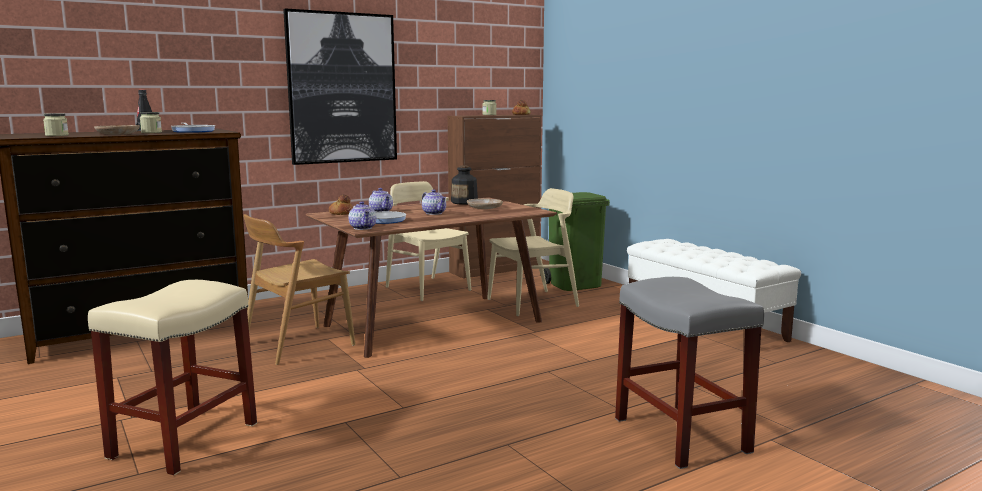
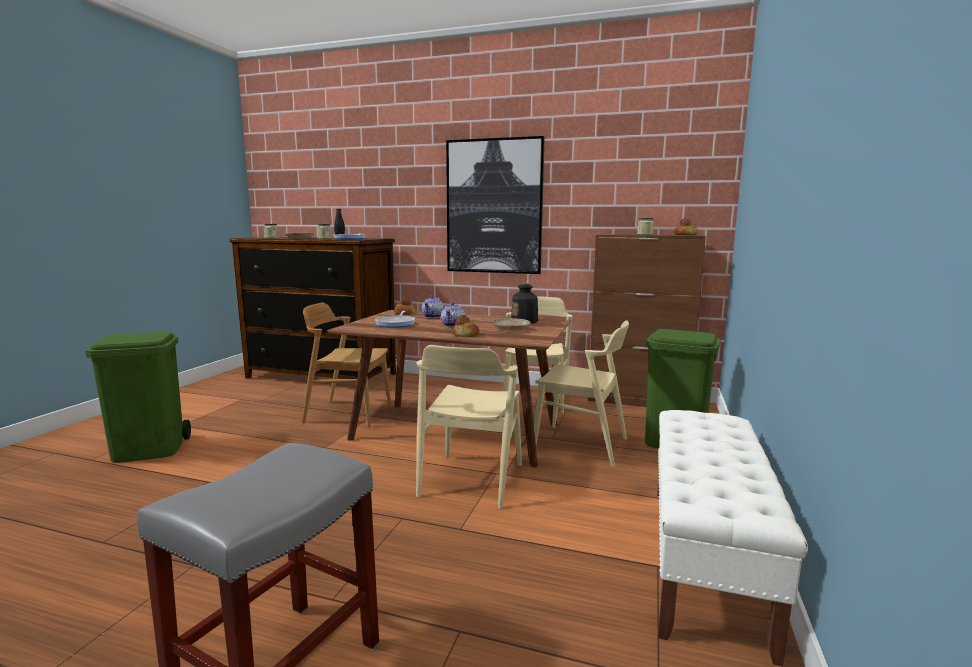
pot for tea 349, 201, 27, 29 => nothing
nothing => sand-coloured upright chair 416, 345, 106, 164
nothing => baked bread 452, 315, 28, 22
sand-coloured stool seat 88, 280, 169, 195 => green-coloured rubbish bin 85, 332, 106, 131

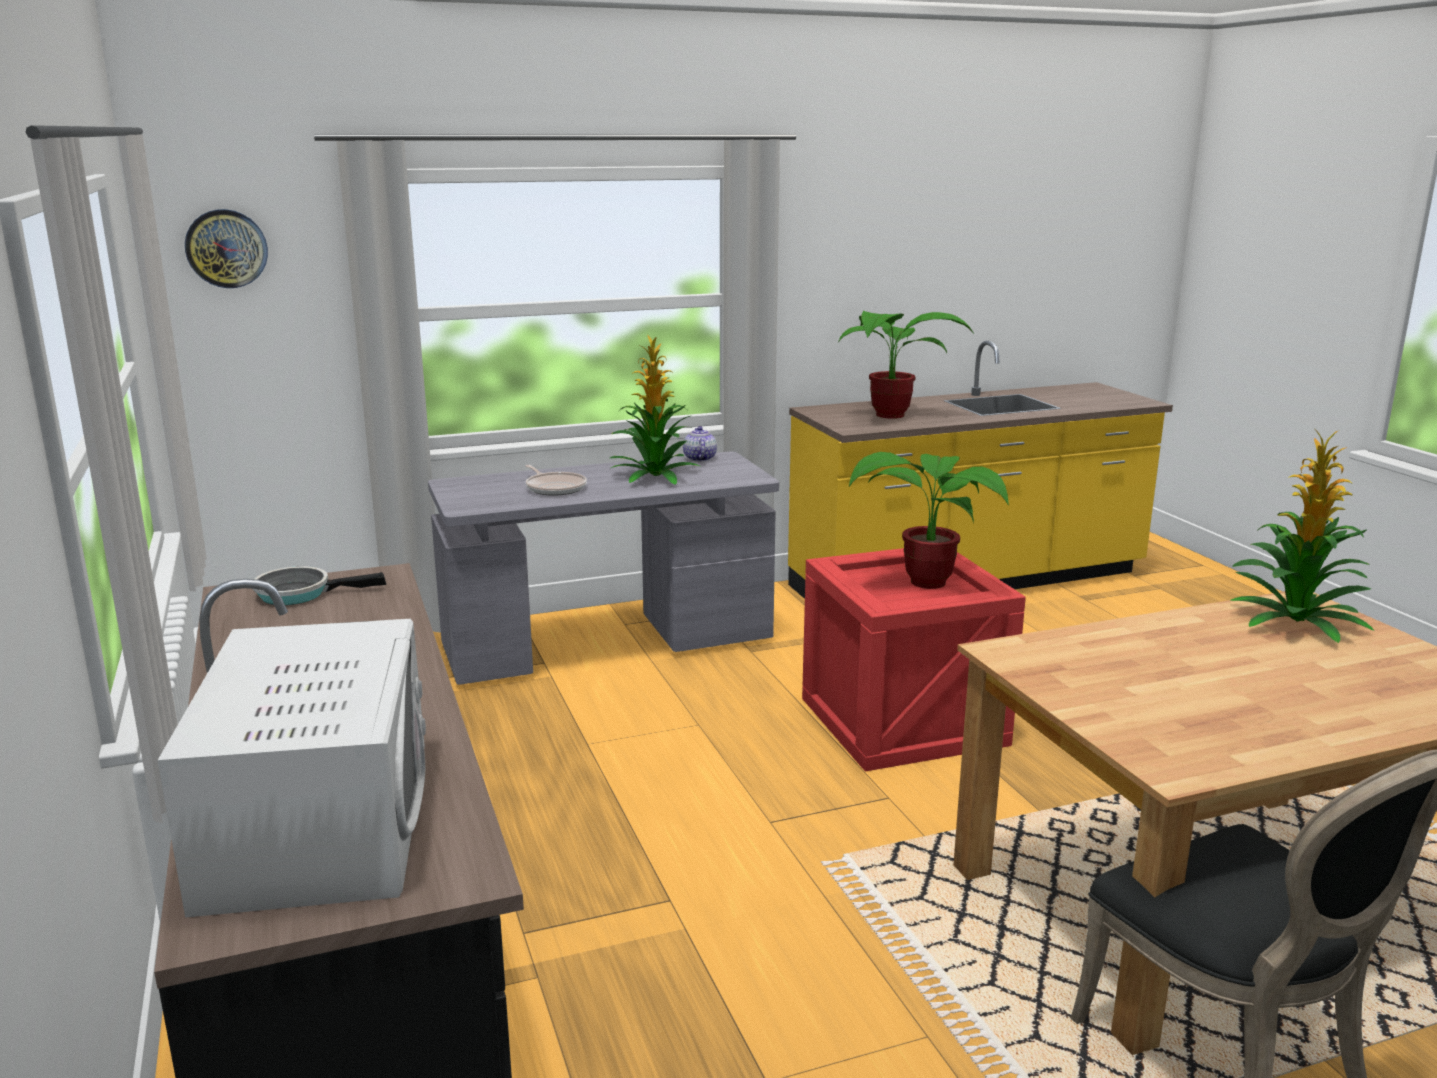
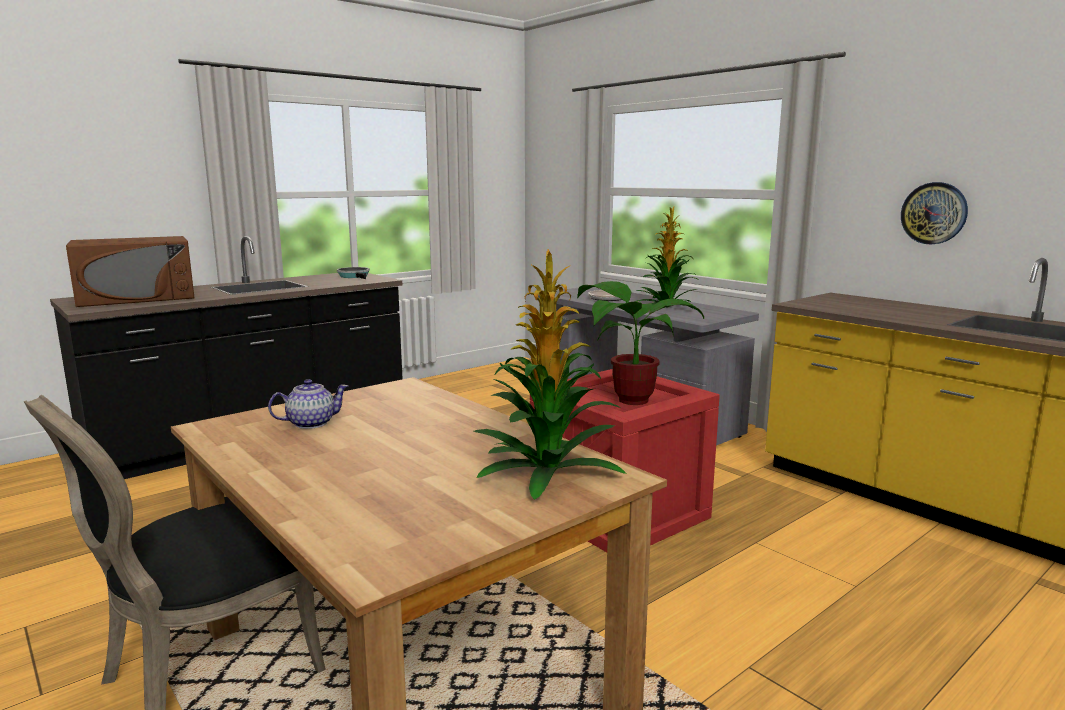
potted plant 838, 311, 136, 108 => nothing
hanging clock 185, 209, 83, 79 => hanging clock 901, 182, 67, 63, moved
pot for tea 683, 426, 34, 36 => pot for tea 268, 379, 80, 50, moved
white microwave oven 158, 619, 268, 299 => brownish microwave oven 66, 236, 128, 71

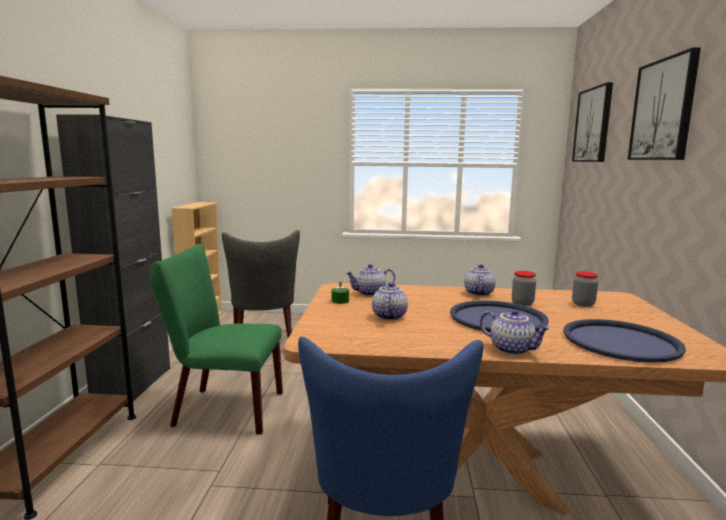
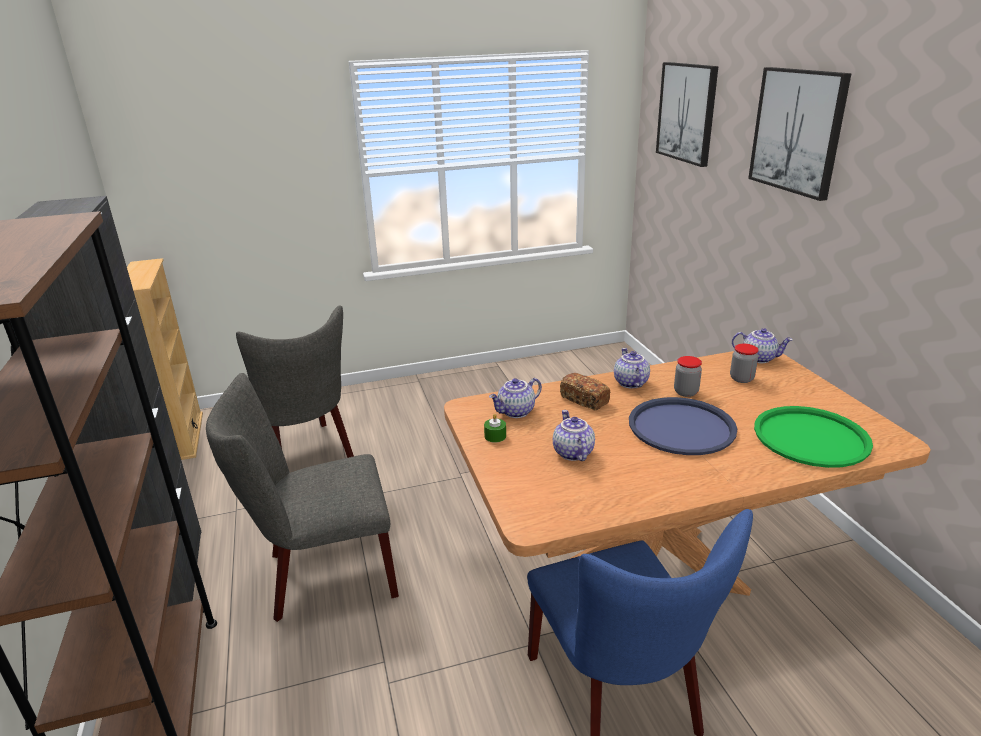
nothing => baked bread 560, 373, 50, 37
pot for tea 480, 309, 71, 46 => pot for tea 732, 328, 61, 35, moved
green-coloured upright chair 150, 244, 133, 191 => gray upright chair 206, 373, 193, 249
bluish carrying tray 563, 319, 123, 44 => green-coloured carrying tray 754, 406, 119, 62

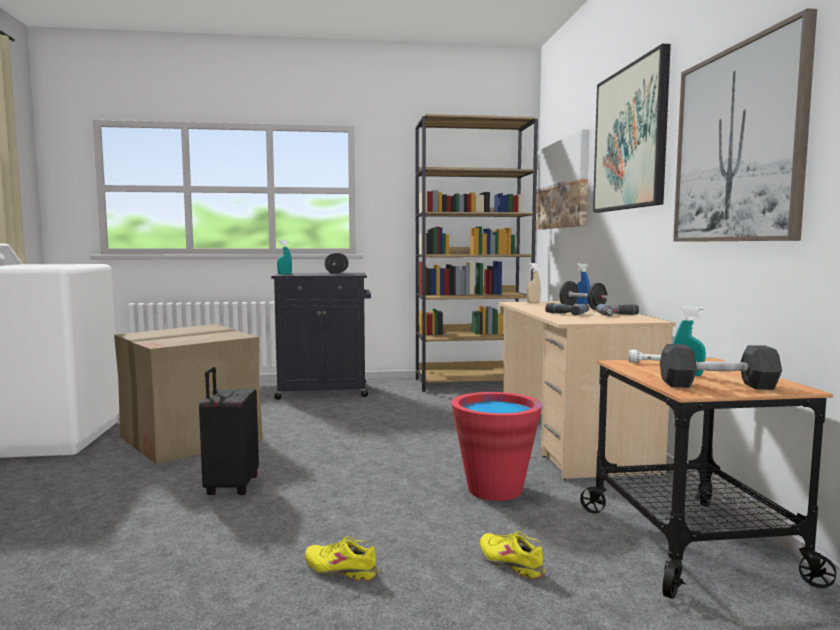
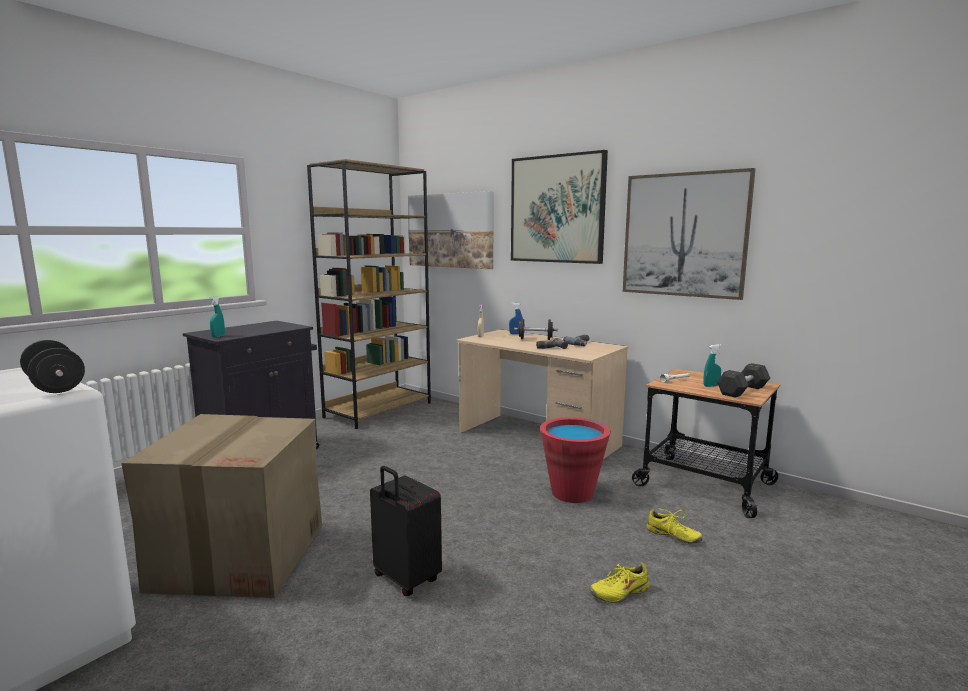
black-coloured dumbbell 325, 253, 24, 21 => black-coloured dumbbell 20, 340, 65, 53, moved
yellowish shoe 480, 532, 65, 47 => yellowish shoe 646, 508, 57, 36, 150 degrees counterclockwise

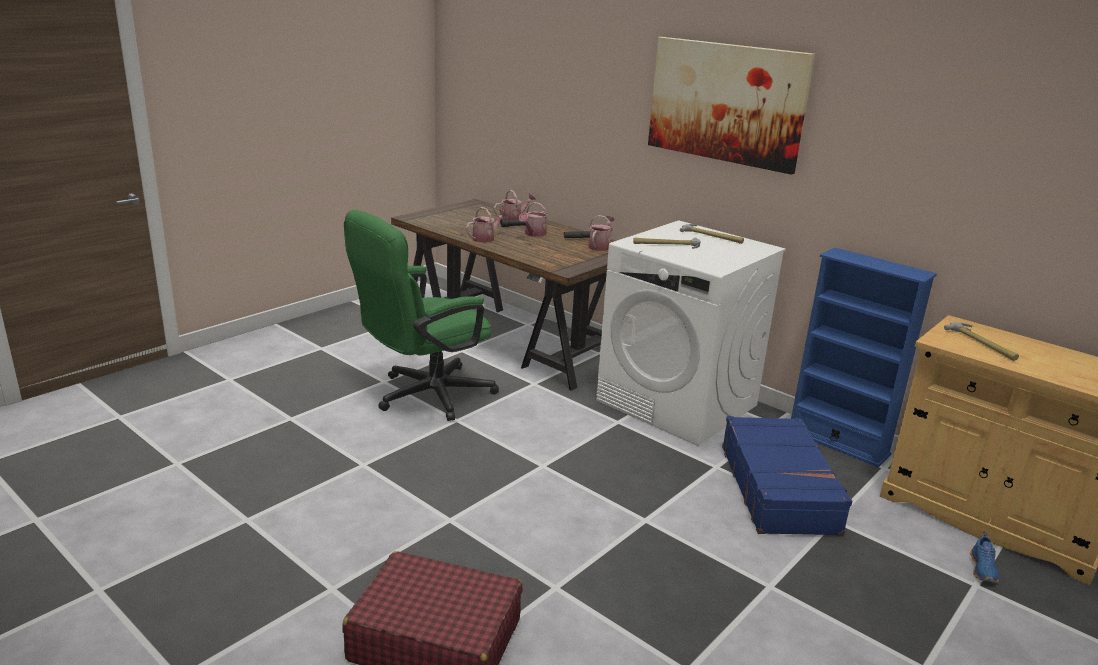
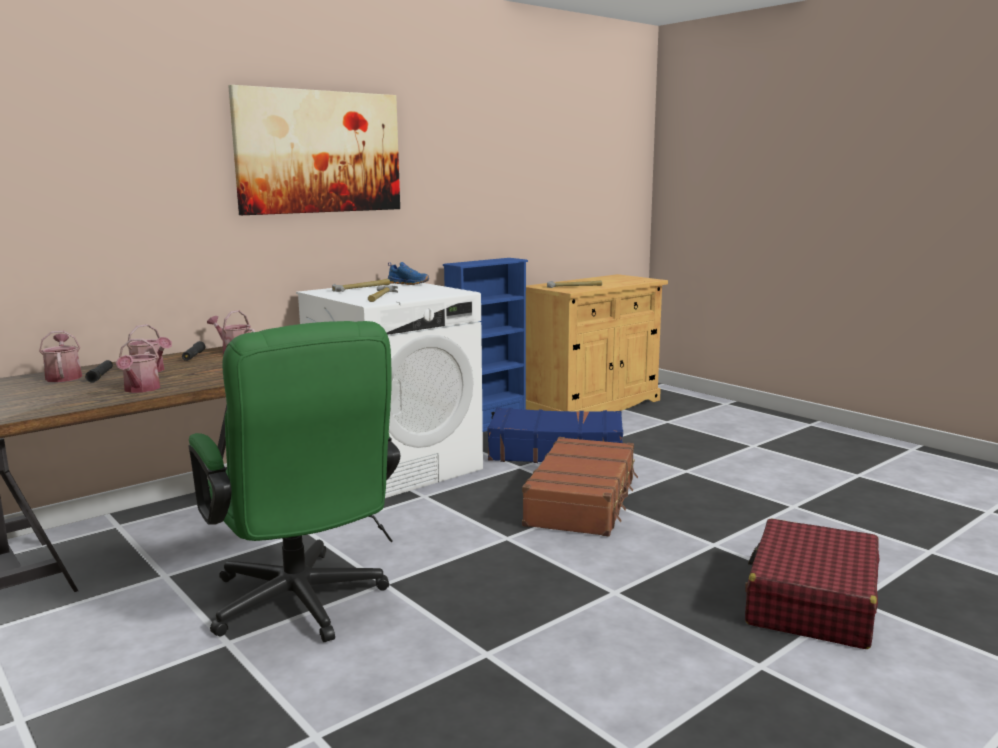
nothing => brownish suitcase 522, 437, 116, 100
bluish shoe 970, 532, 29, 51 => bluish shoe 387, 262, 42, 23, moved
watering pot 466, 207, 41, 36 => watering pot 116, 339, 44, 54, 150 degrees counterclockwise

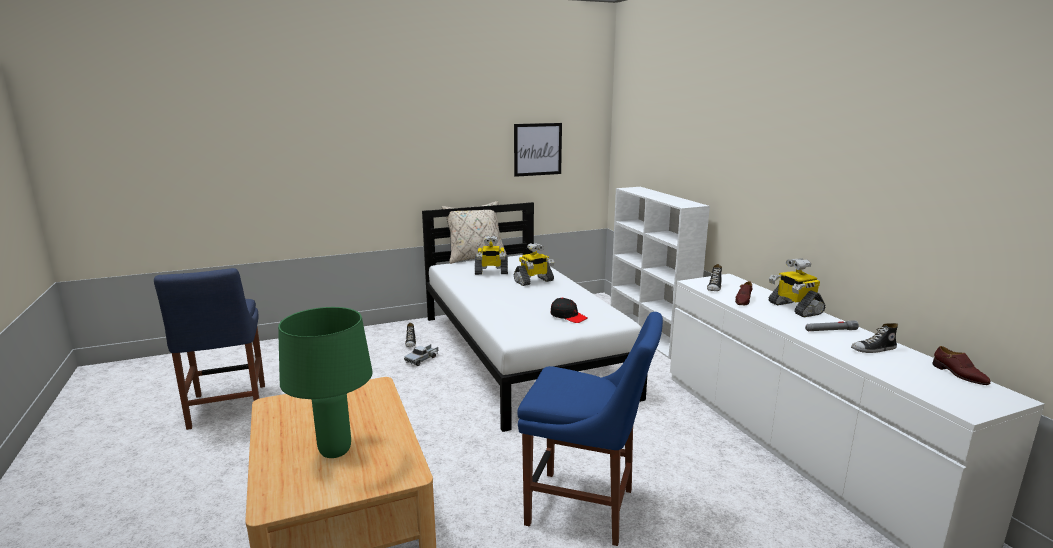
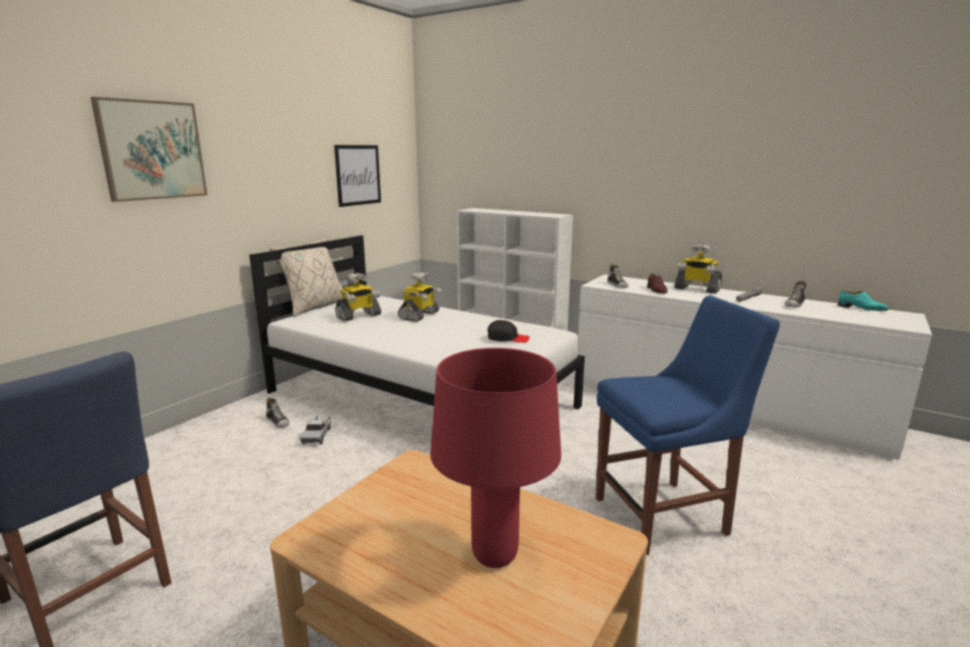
nothing => picture 90, 97, 117, 105
green-coloured lamp for a table 278, 307, 95, 151 => reddish lamp for a table 430, 348, 131, 220
brownish shoe 932, 346, 59, 39 => turquoise shoe 838, 290, 51, 21

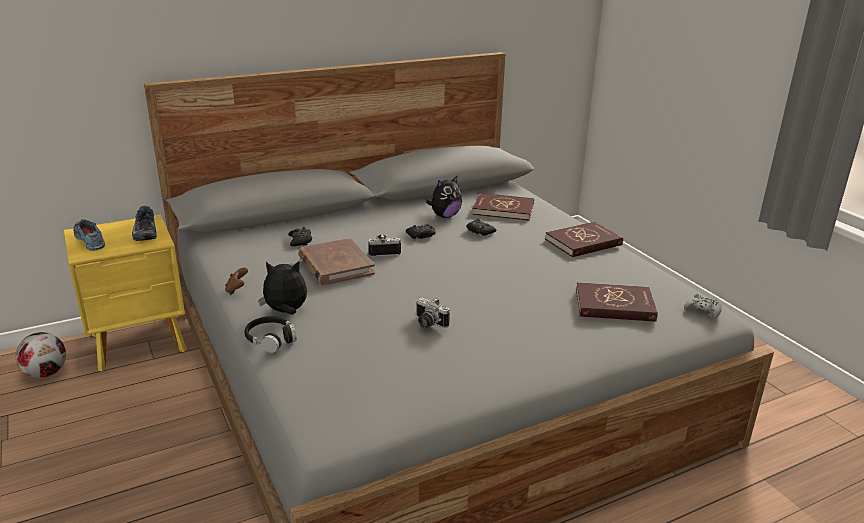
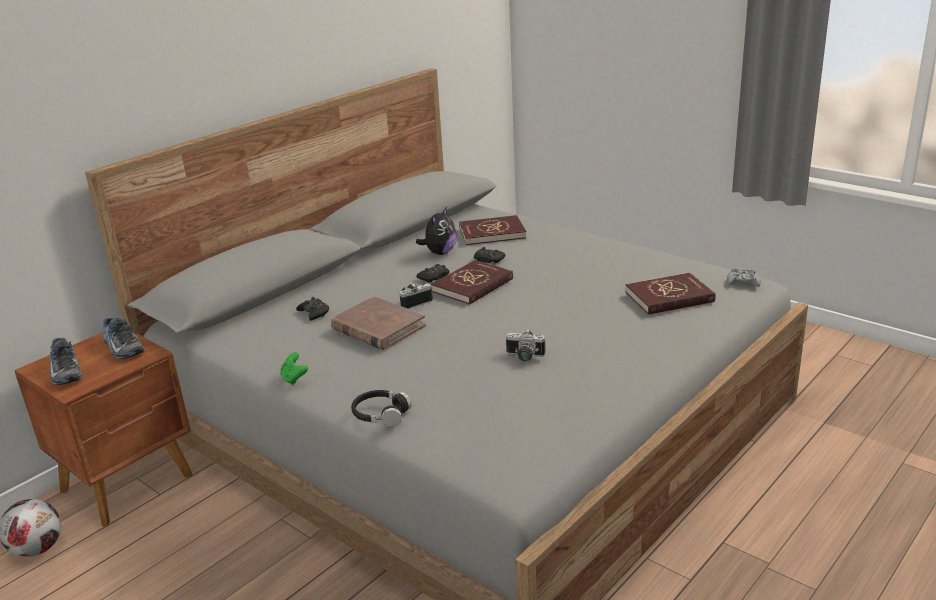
plush toy 258, 261, 49, 54 => nothing
reddish bound book 545, 222, 78, 35 => reddish bound book 431, 260, 82, 45, moved
yellowish bedside table 64, 215, 123, 156 => brownish bedside table 15, 331, 177, 195
brownish gamepad 225, 267, 23, 28 => green-coloured gamepad 280, 352, 28, 33
shoe 73, 219, 32, 32 => shoe 49, 337, 33, 48, 150 degrees counterclockwise

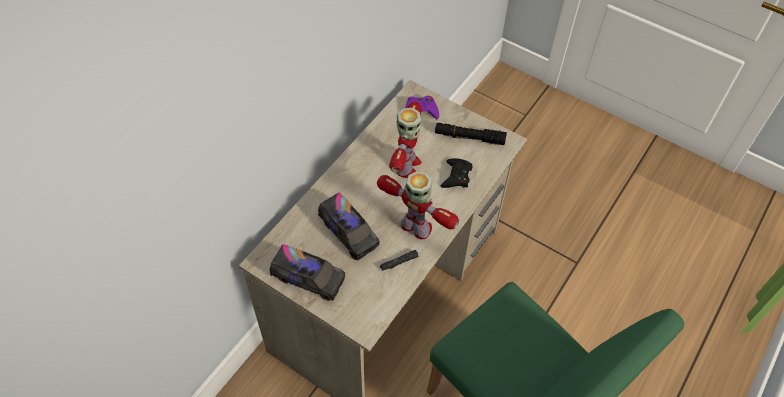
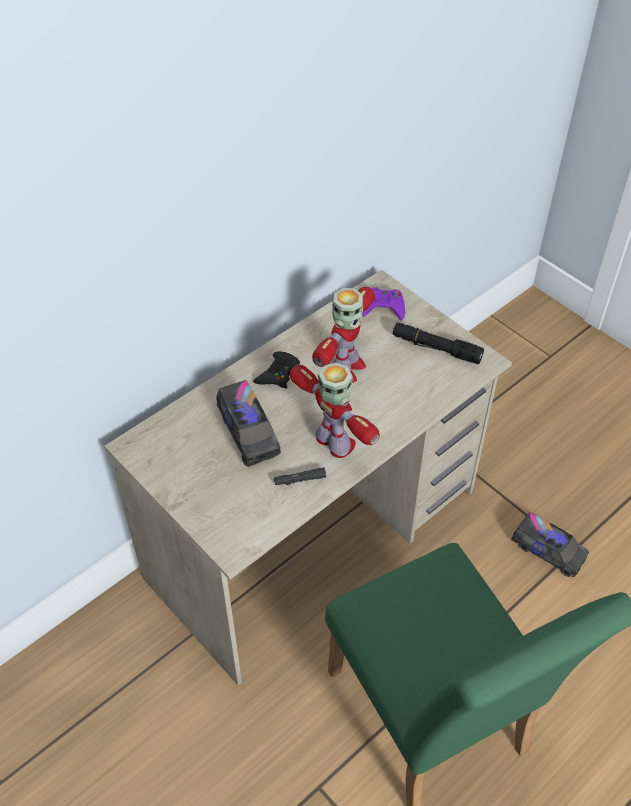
toy truck 270, 244, 75, 57 => toy truck 511, 512, 78, 65, moved
black-coloured gamepad 441, 158, 32, 30 => black-coloured gamepad 253, 351, 47, 38, moved

